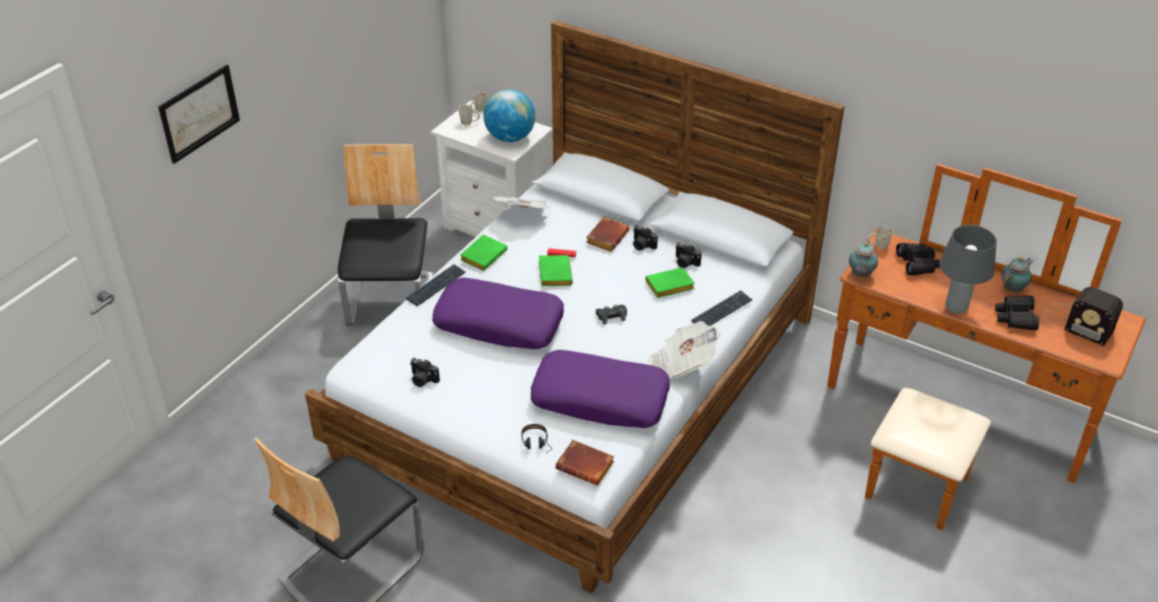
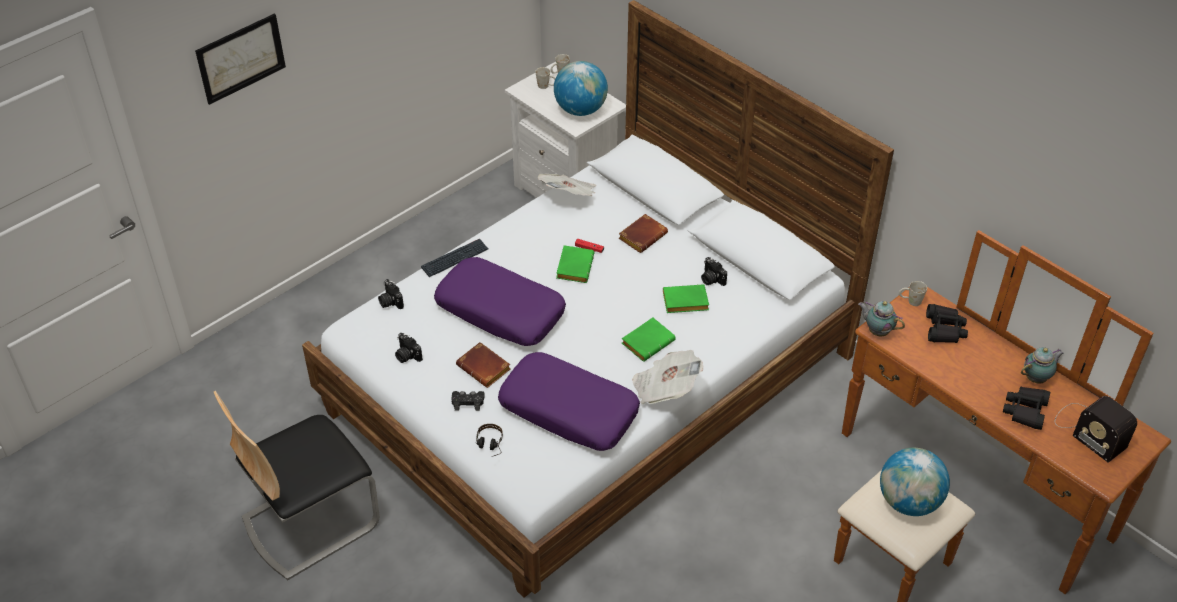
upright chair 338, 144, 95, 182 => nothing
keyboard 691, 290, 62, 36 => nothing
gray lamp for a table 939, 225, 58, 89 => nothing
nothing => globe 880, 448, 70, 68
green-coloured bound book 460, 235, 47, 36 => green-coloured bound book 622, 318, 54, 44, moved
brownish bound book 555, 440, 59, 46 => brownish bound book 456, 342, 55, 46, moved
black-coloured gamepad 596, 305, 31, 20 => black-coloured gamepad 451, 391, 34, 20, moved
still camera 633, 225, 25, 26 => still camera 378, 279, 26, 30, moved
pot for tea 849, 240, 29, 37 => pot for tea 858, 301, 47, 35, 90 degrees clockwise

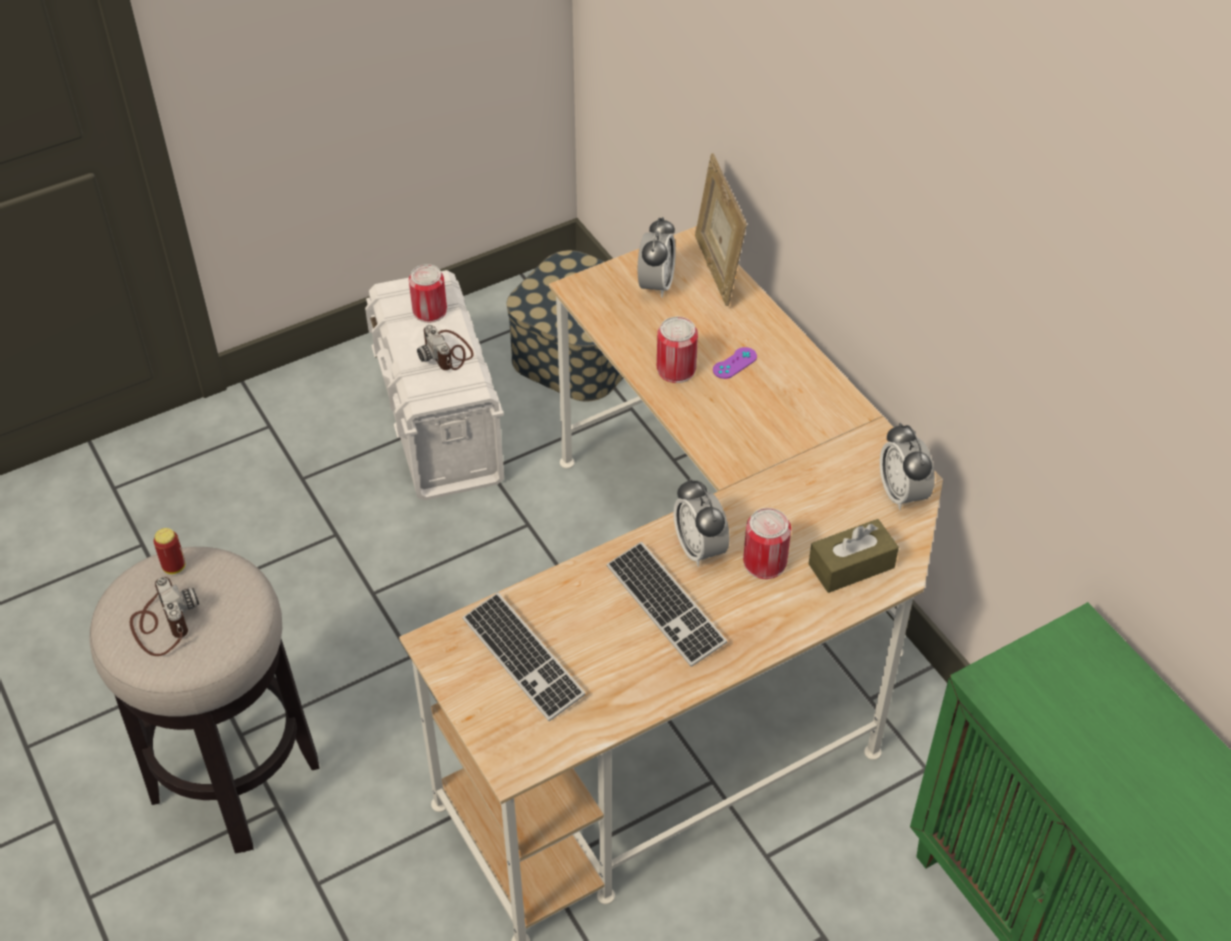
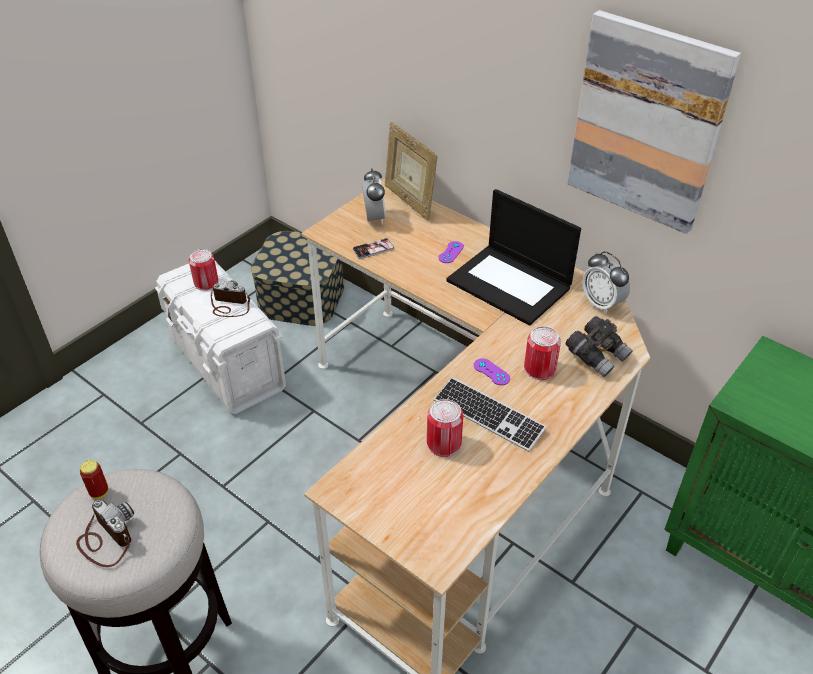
keyboard 462, 592, 124, 129 => nothing
nothing => phone 352, 238, 42, 21
nothing => notebook computer 447, 189, 134, 137
nothing => picture 567, 10, 174, 224
metal can 657, 316, 41, 67 => metal can 427, 399, 36, 58, moved
bedside clock 673, 478, 57, 89 => purplish gamepad 474, 358, 36, 27
brownish box of tissues 809, 519, 90, 74 => gray field glasses 565, 316, 68, 61
still camera 417, 325, 57, 45 => still camera 211, 280, 39, 37, 150 degrees clockwise

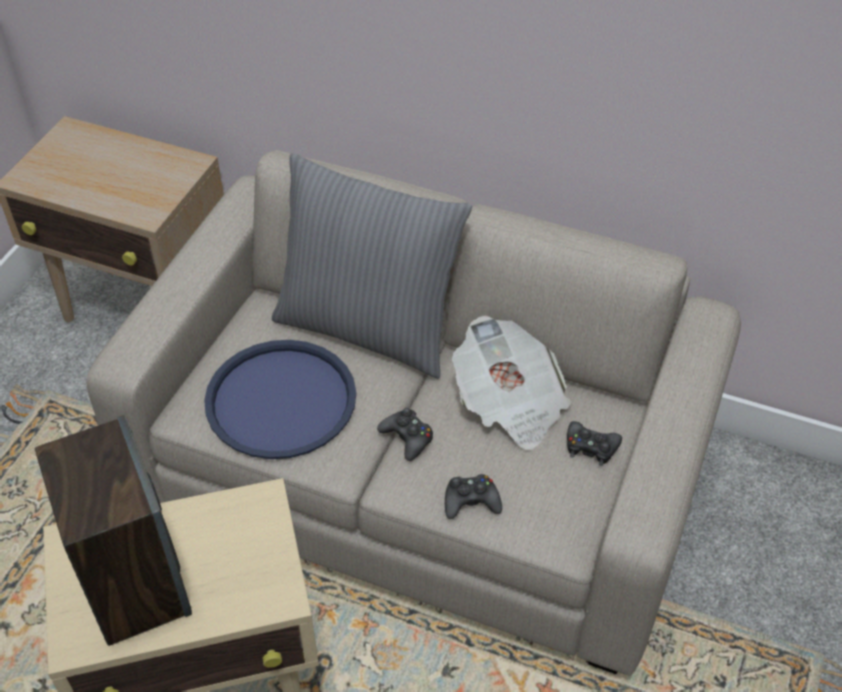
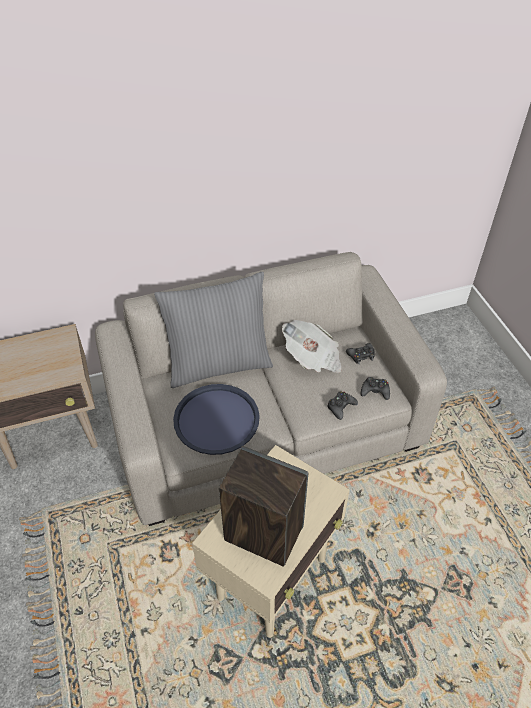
black-coloured gamepad 377, 408, 56, 53 => black-coloured gamepad 361, 377, 29, 23, moved

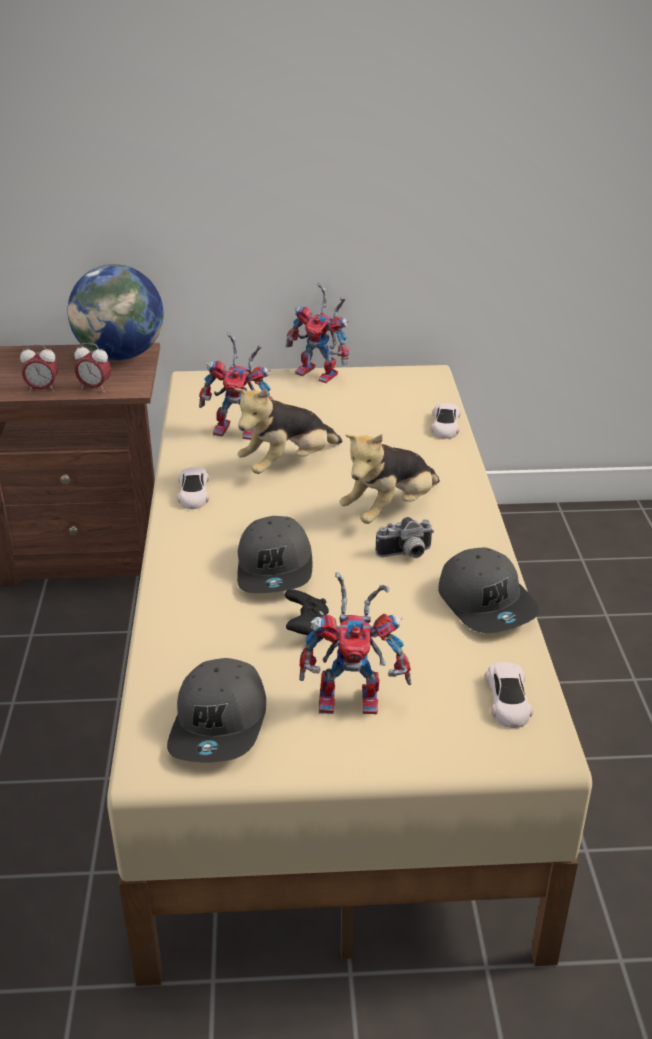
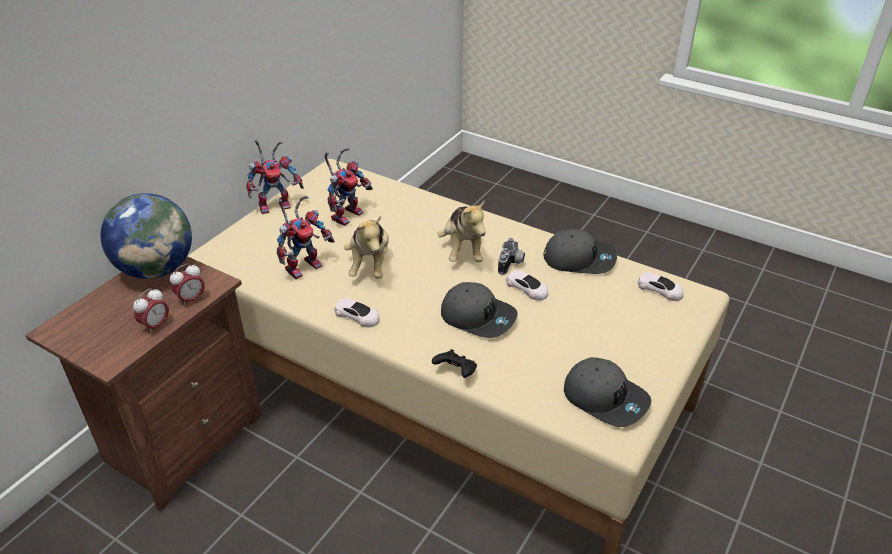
black-coloured gamepad 285, 589, 44, 51 => black-coloured gamepad 432, 349, 45, 29, moved
toy robot 299, 572, 112, 142 => toy robot 324, 148, 49, 78, moved
white miniature car 431, 403, 30, 36 => white miniature car 506, 270, 42, 31, moved

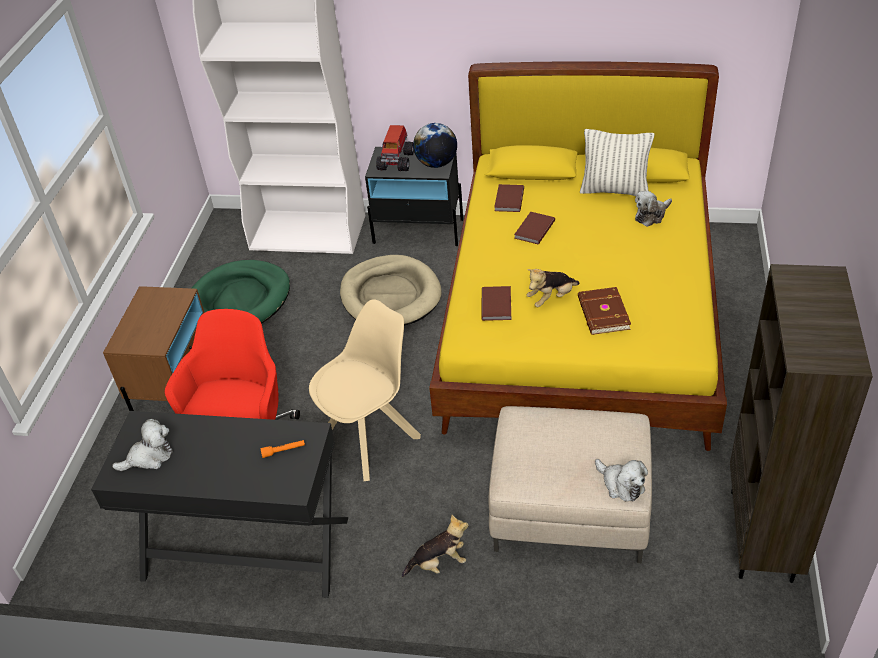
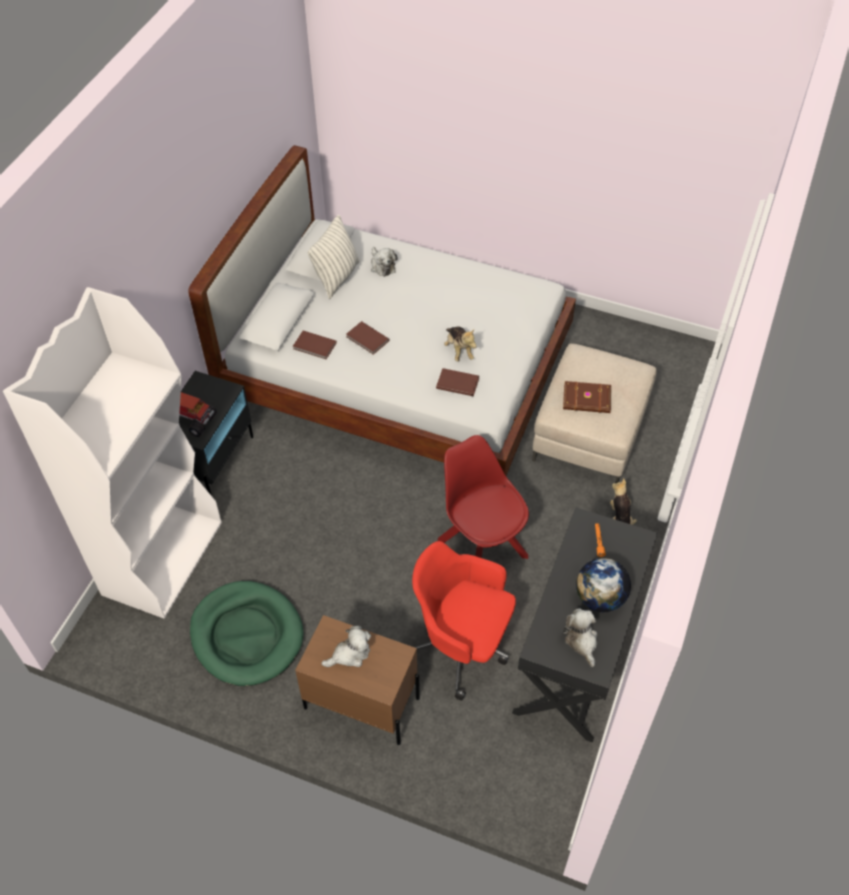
sand-coloured dog cushion 340, 255, 102, 70 => nothing
brownish bookcase 730, 264, 143, 319 => nothing
globe 413, 123, 44, 45 => globe 576, 558, 55, 54, moved
brownish bound book 578, 287, 53, 48 => brownish bound book 563, 381, 48, 32, moved
plush toy 595, 459, 53, 43 => plush toy 321, 626, 50, 41, moved
sand-coloured upright chair 309, 299, 112, 182 => reddish upright chair 438, 435, 91, 124
yellowish sleeping bed 429, 61, 298, 390 => white sleeping bed 188, 145, 388, 330

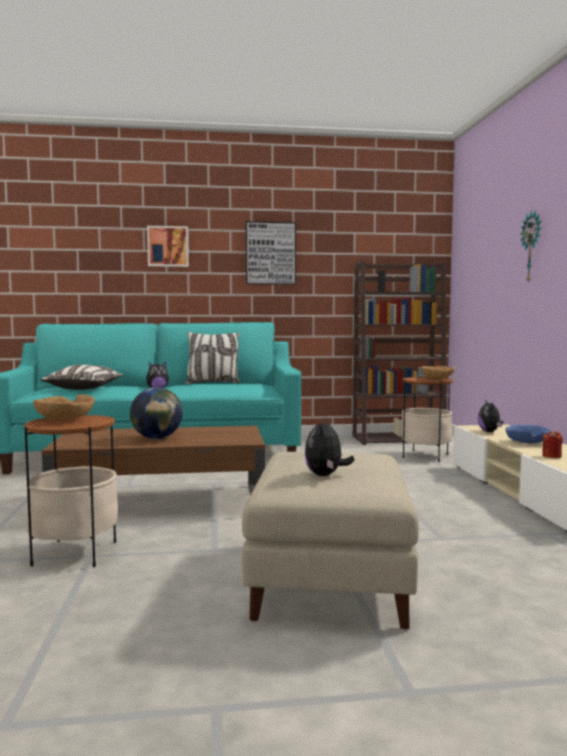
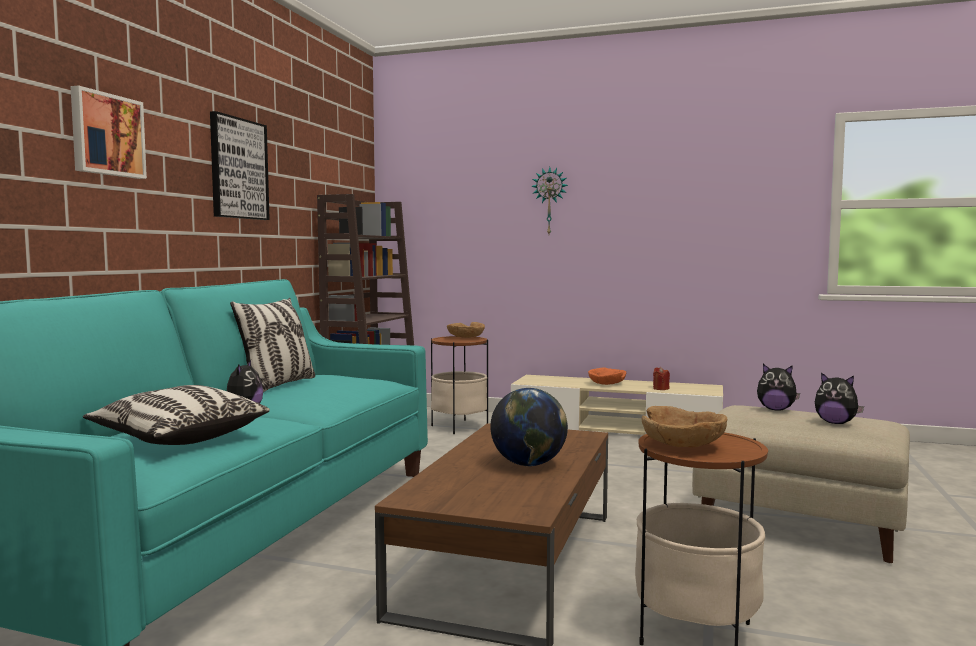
plush toy 478, 399, 25, 33 => plush toy 757, 364, 43, 47, moved
bluish deep dish 505, 425, 46, 18 => orange-coloured deep dish 588, 367, 38, 18

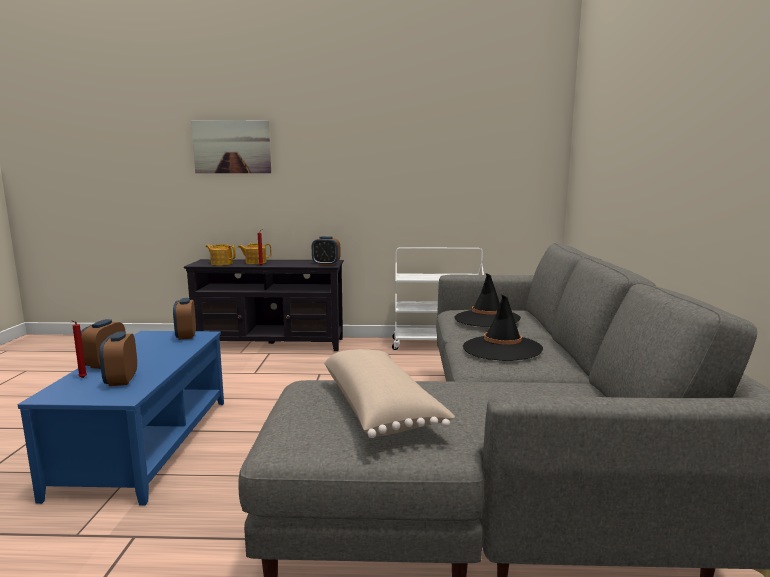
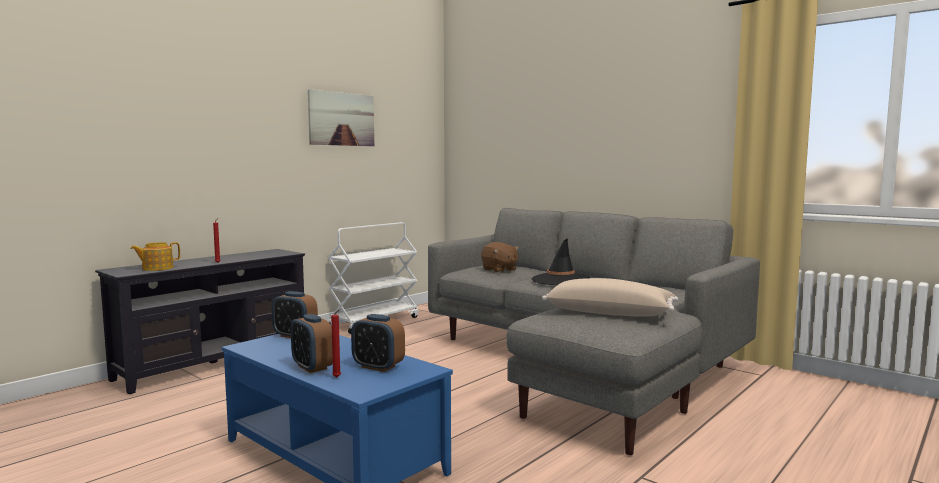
pot for tea 238, 243, 33, 21 => nothing
bedside clock 312, 236, 29, 29 => nothing
picture 191, 120, 80, 53 => picture 308, 89, 66, 57, moved
black-coloured hat 454, 273, 67, 54 => brownish plush toy 481, 242, 38, 31

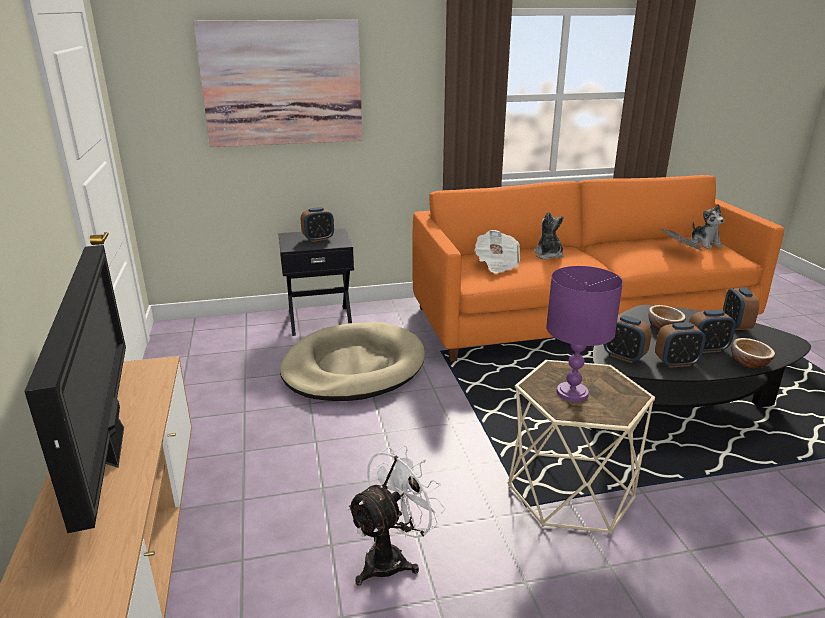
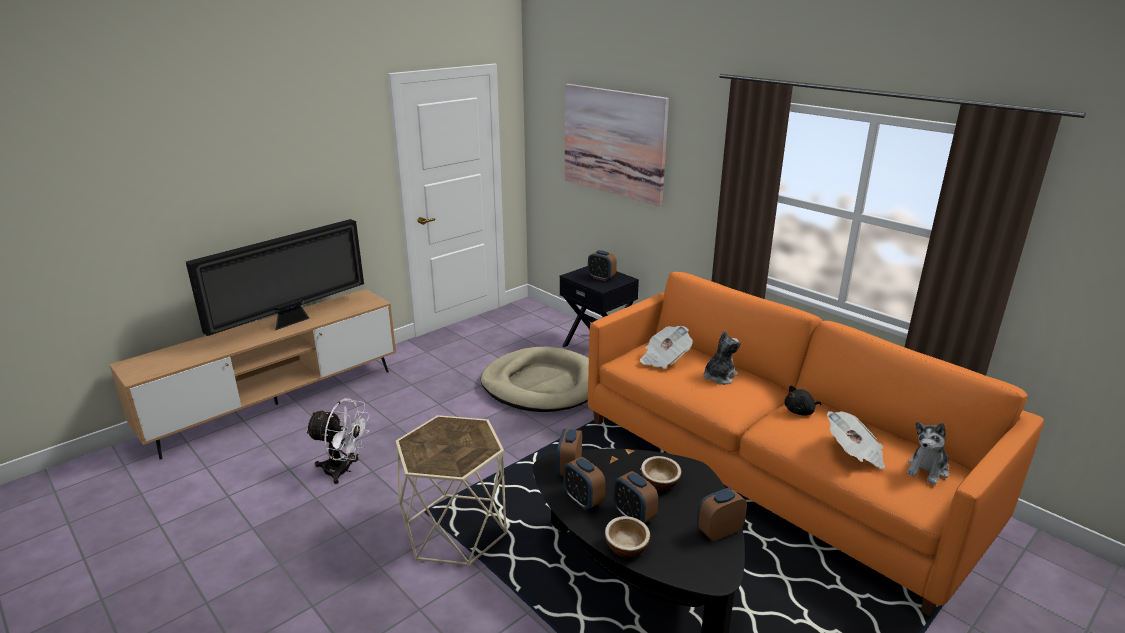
purplish lamp for a table 546, 266, 77, 136 => nothing
nothing => black-coloured plush toy 784, 386, 38, 30

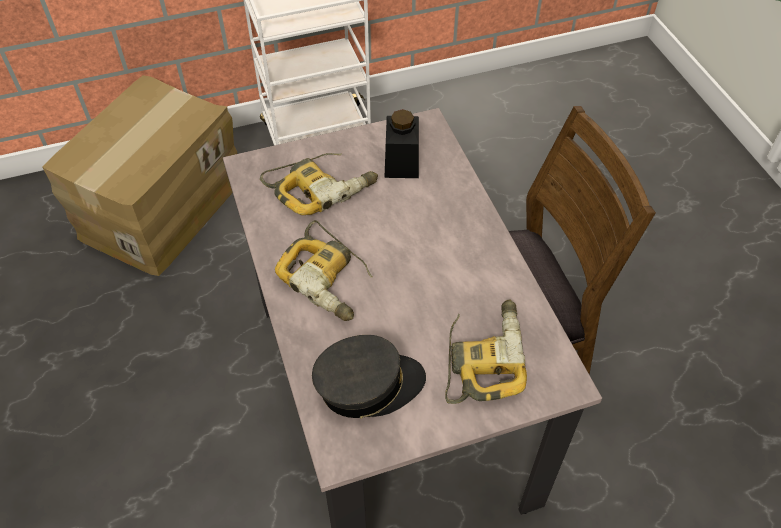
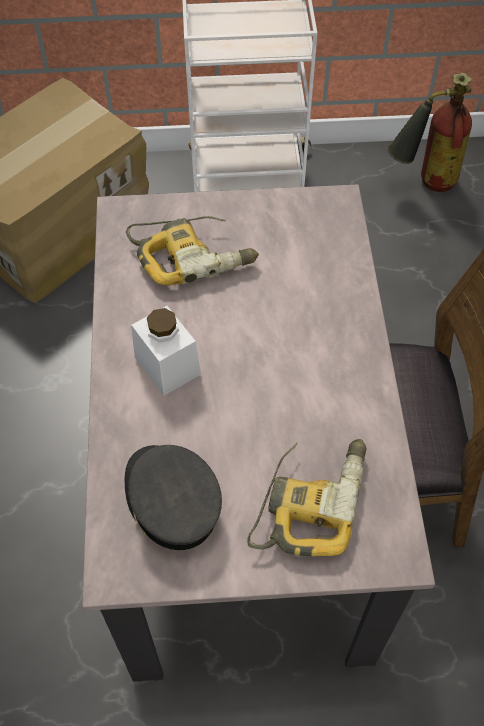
black-coloured jar 384, 109, 35, 69 => nothing
nothing => fire extinguisher 388, 73, 84, 119
power drill 275, 220, 97, 101 => white jar 131, 306, 70, 90
gray baseball cap 312, 335, 114, 84 => gray baseball cap 125, 445, 97, 105, 120 degrees counterclockwise

